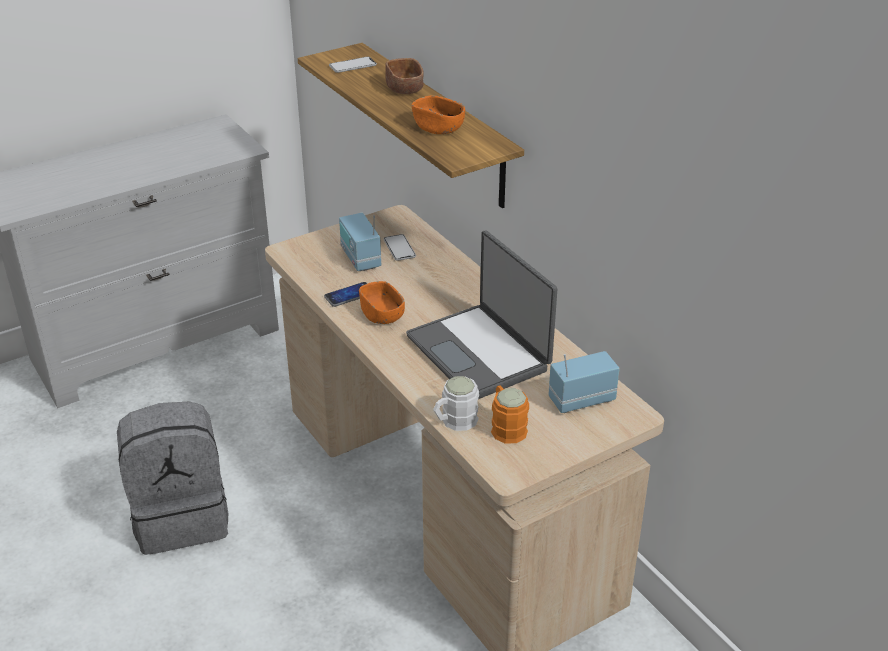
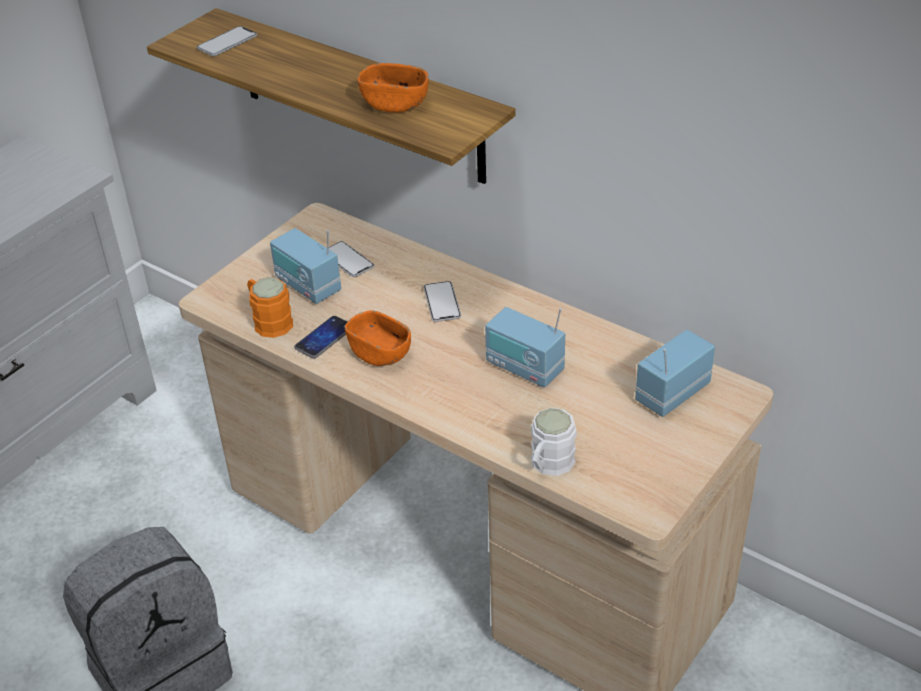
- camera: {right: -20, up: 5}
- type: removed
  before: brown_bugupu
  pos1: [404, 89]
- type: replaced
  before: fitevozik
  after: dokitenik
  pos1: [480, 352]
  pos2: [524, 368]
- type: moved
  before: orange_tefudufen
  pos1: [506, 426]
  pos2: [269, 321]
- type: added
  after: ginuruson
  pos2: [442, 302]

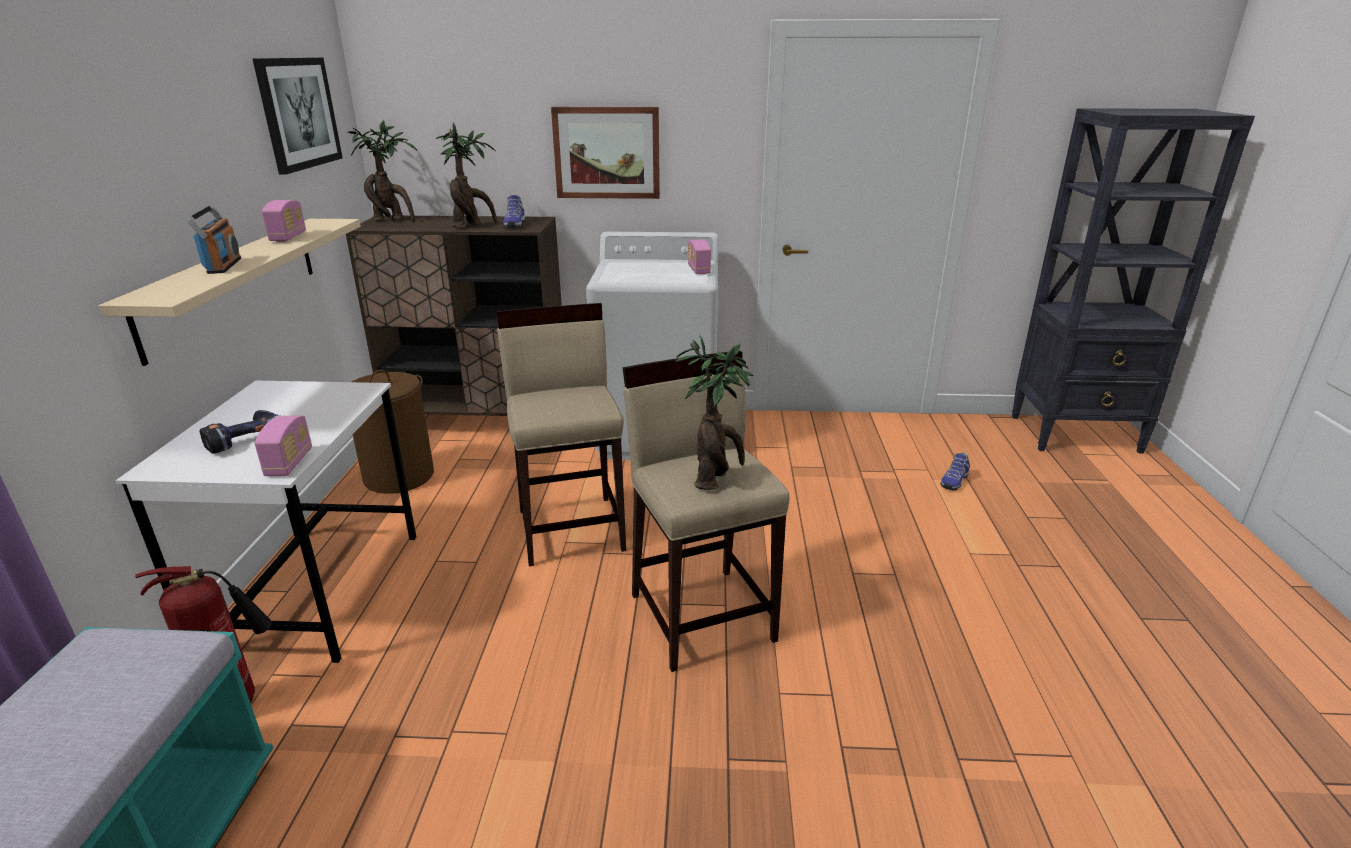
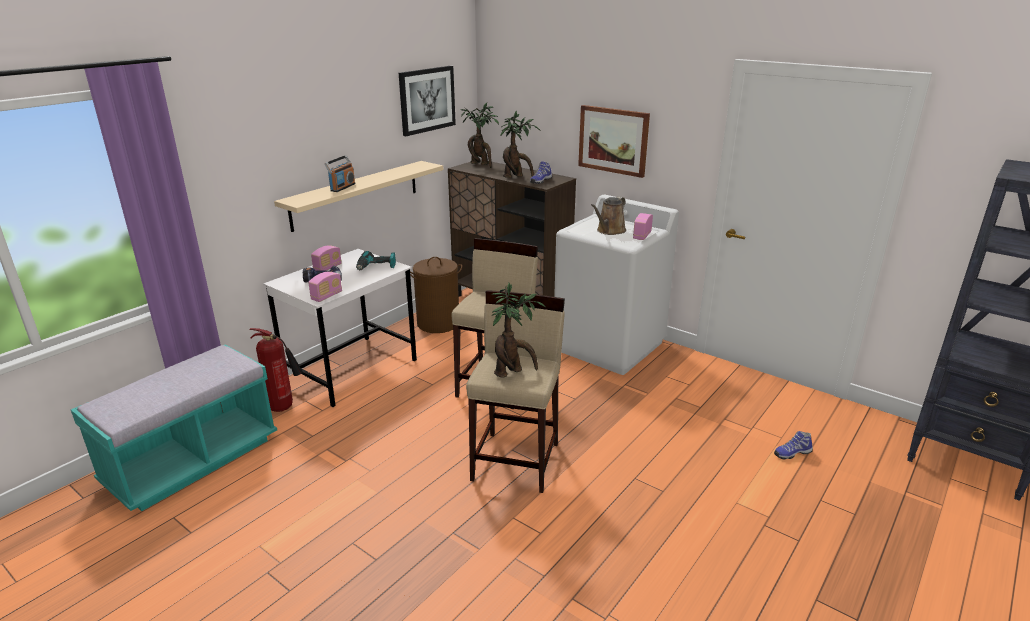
- camera: {right: 35, up: 0}
- type: moved
  before: dokitenik
  pos1: [288, 237]
  pos2: [327, 268]
- type: added
  after: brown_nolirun
  pos2: [609, 231]
- type: added
  after: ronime
  pos2: [376, 267]

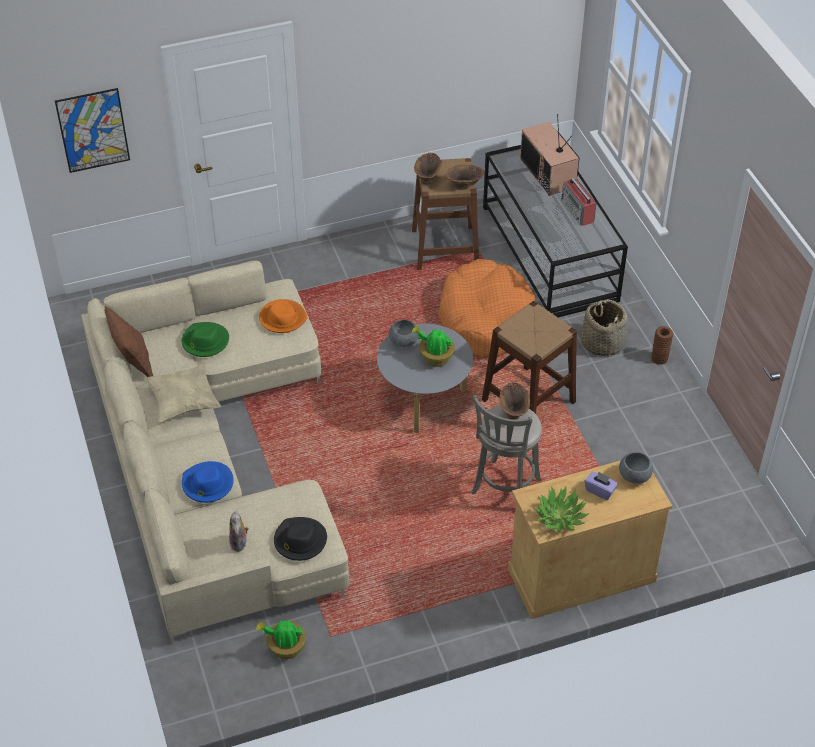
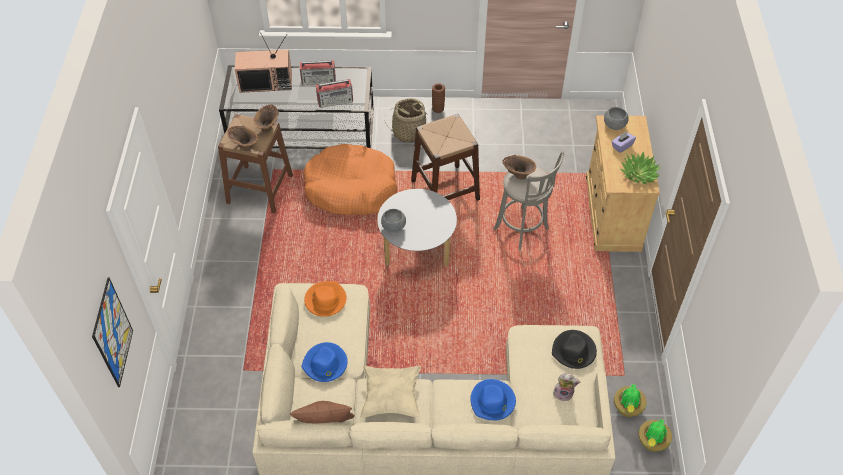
- camera: {right: -70, up: 5}
- type: recoloured
  before: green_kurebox
  after: blue_kurebox
  pos1: [205, 341]
  pos2: [325, 364]
- type: moved
  before: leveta
  pos1: [435, 358]
  pos2: [652, 443]
- type: added
  after: dokitenik
  pos2: [336, 100]

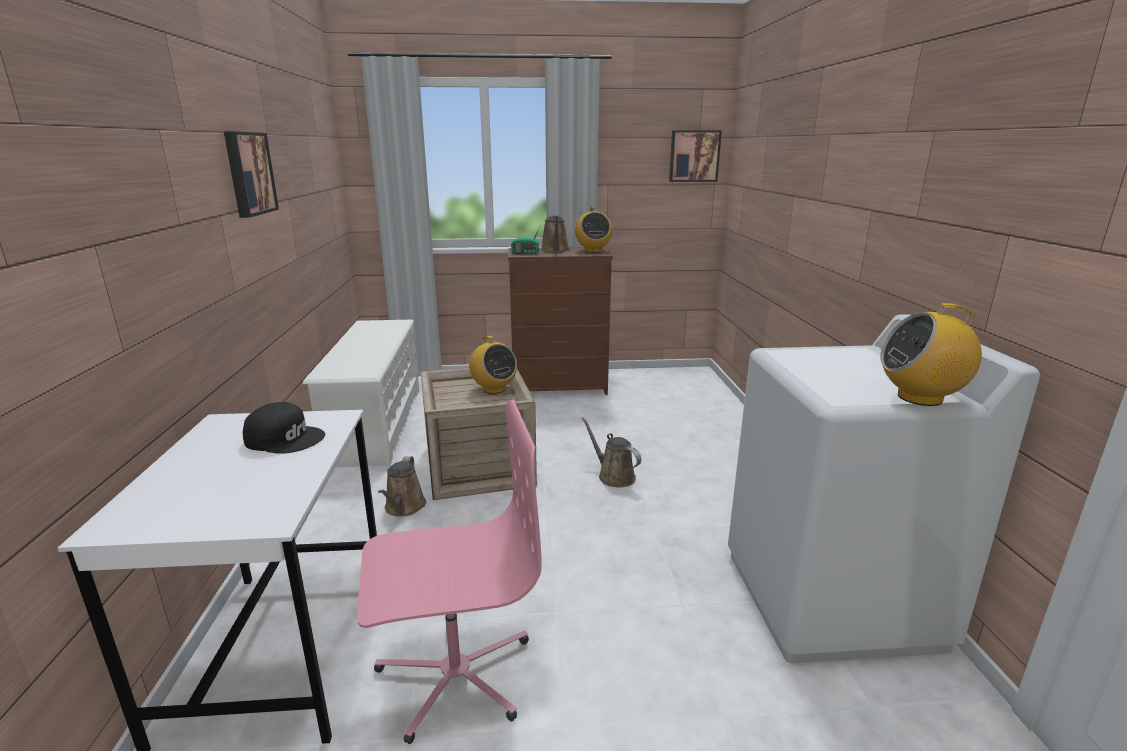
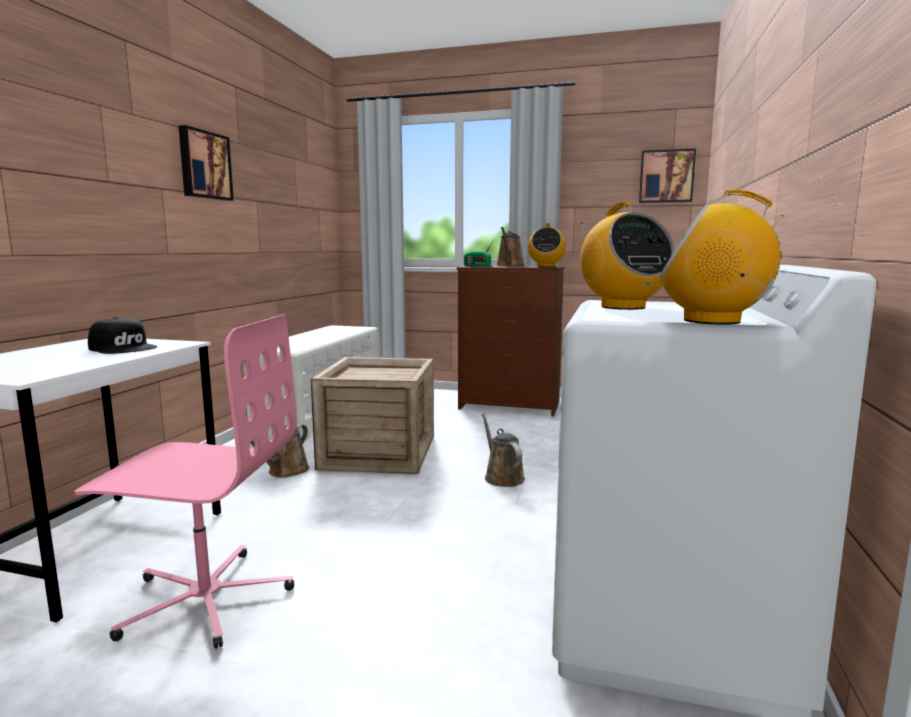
- camera: {right: 20, up: -10}
- type: moved
  before: dokitenik
  pos1: [493, 389]
  pos2: [622, 307]

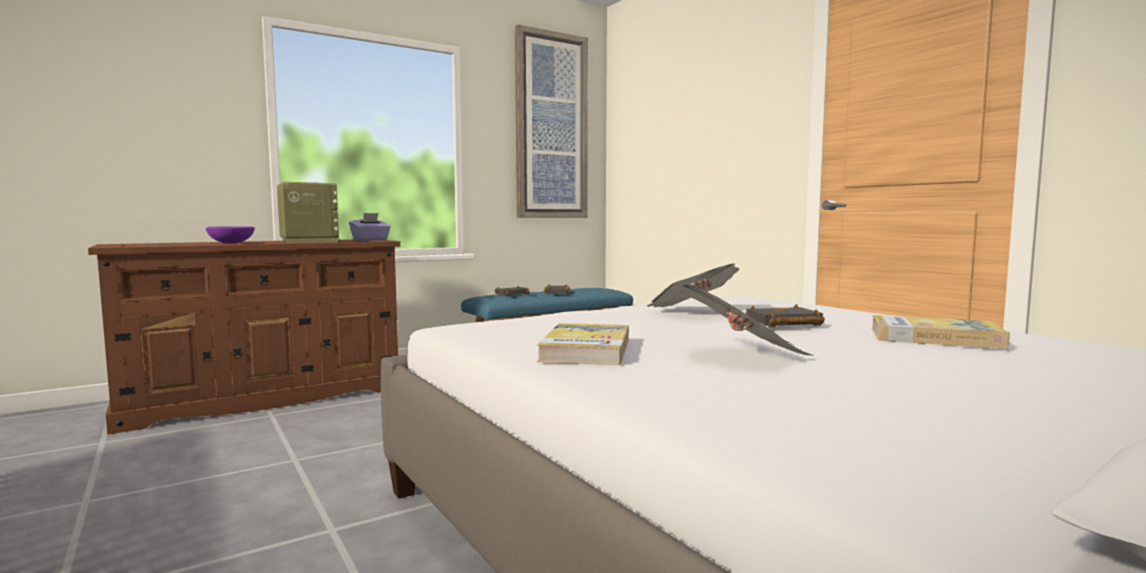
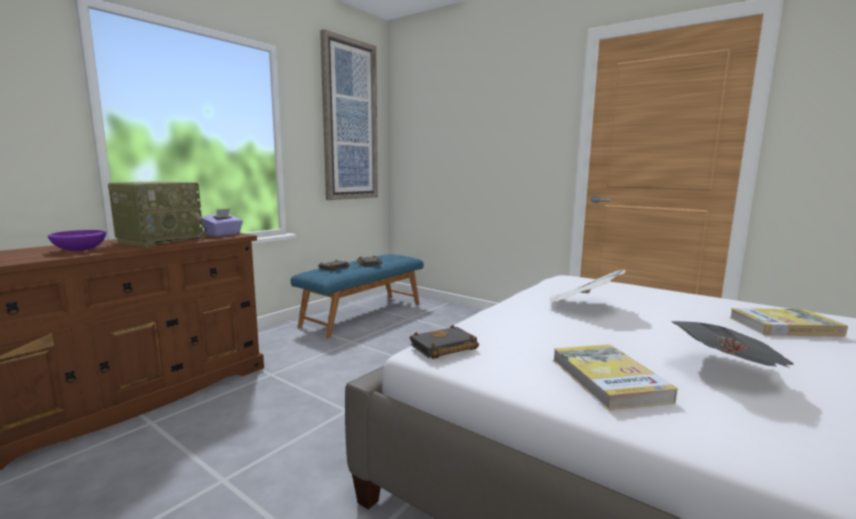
- camera: {right: -20, up: 5}
- type: turned
  before: dokitenik
  pos1: [308, 241]
  pos2: [161, 240]
  turn: 75
- type: moved
  before: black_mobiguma
  pos1: [783, 323]
  pos2: [443, 348]

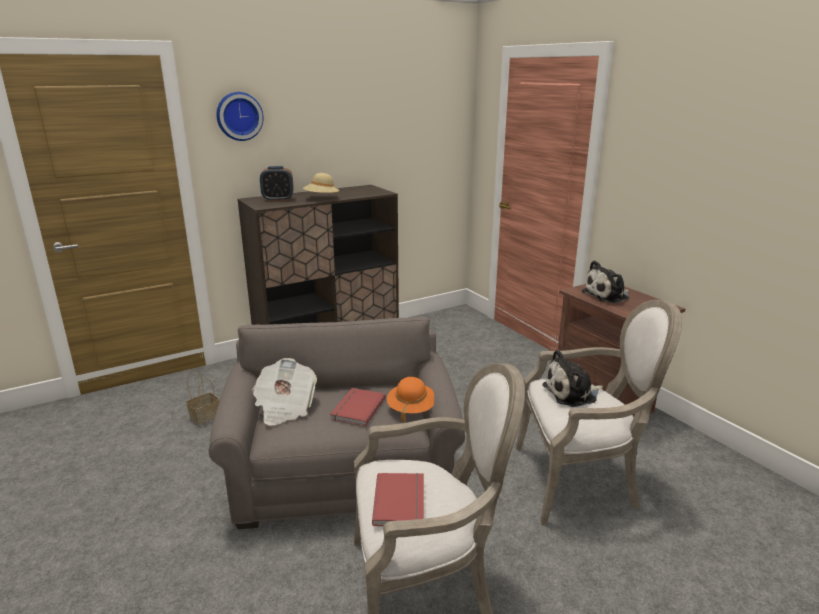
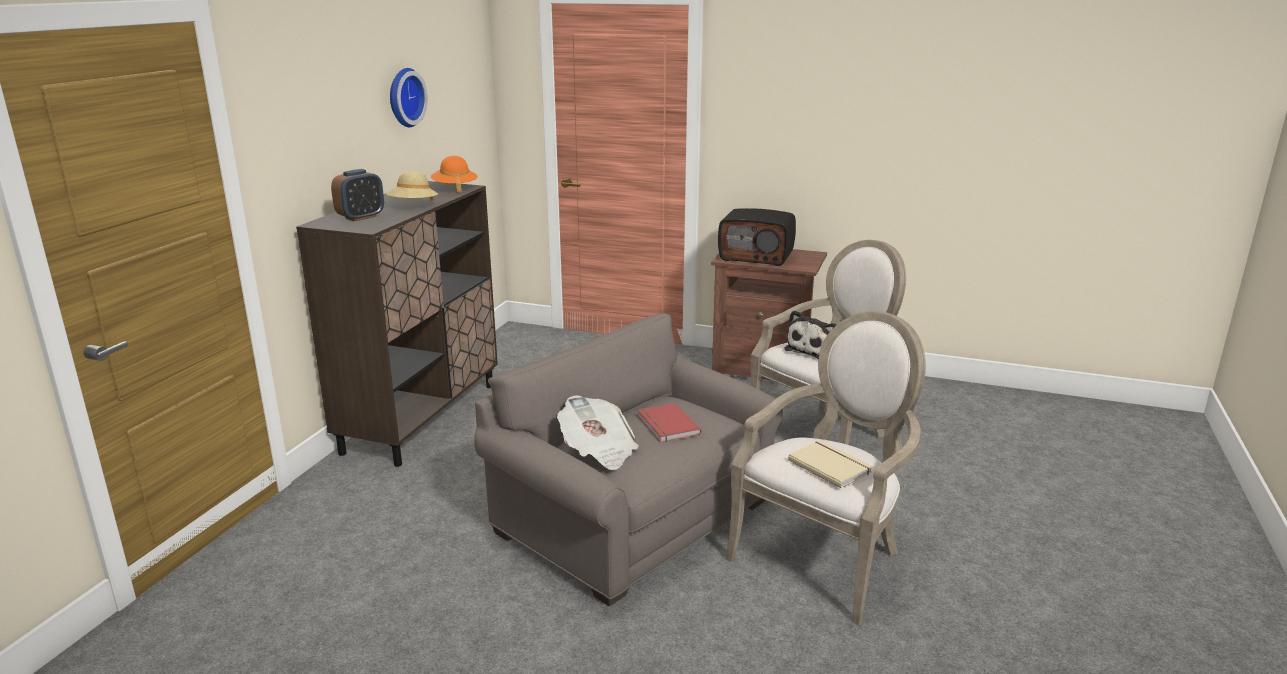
- camera: {right: -40, up: 0}
- type: moved
  before: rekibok
  pos1: [239, 116]
  pos2: [403, 97]
- type: replaced
  before: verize
  after: dokitenik
  pos1: [607, 295]
  pos2: [757, 256]
- type: removed
  before: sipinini
  pos1: [205, 416]
- type: moved
  before: orange_kurebox
  pos1: [411, 409]
  pos2: [455, 188]
- type: recoloured
  before: red_mobiguma
  after: beige_mobiguma
  pos1: [401, 501]
  pos2: [830, 465]

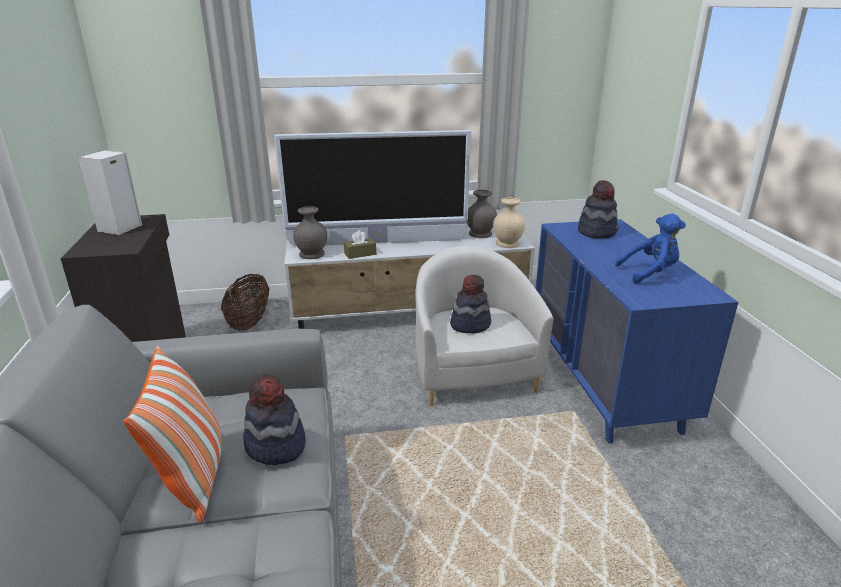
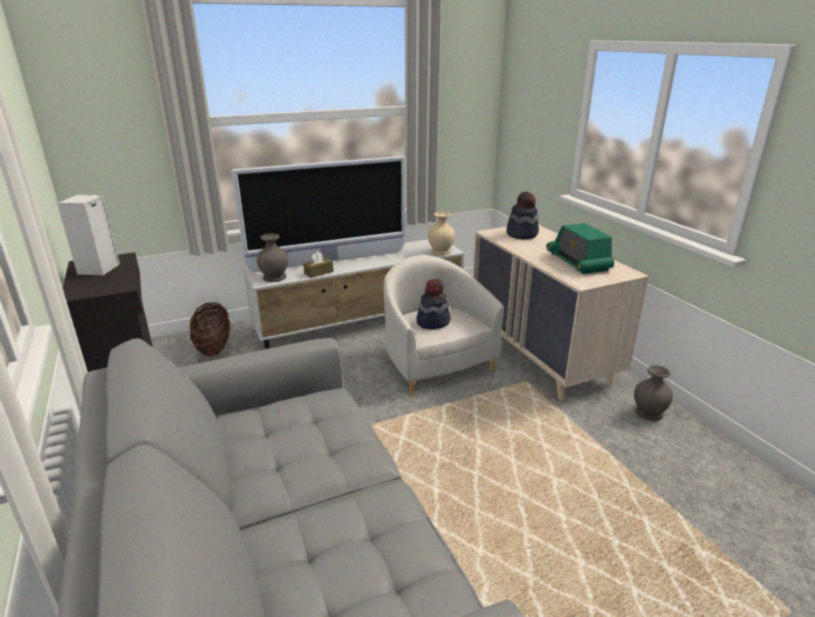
- camera: {right: -15, up: 0}
- type: moved
  before: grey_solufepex
  pos1: [481, 234]
  pos2: [649, 413]
- type: replaced
  before: blue_verize
  after: dokitenik
  pos1: [650, 273]
  pos2: [578, 262]
- type: recoloured
  before: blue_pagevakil
  after: beige_pagevakil
  pos1: [604, 382]
  pos2: [541, 356]
- type: removed
  before: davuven
  pos1: [193, 476]
- type: removed
  before: kurebox
  pos1: [275, 446]

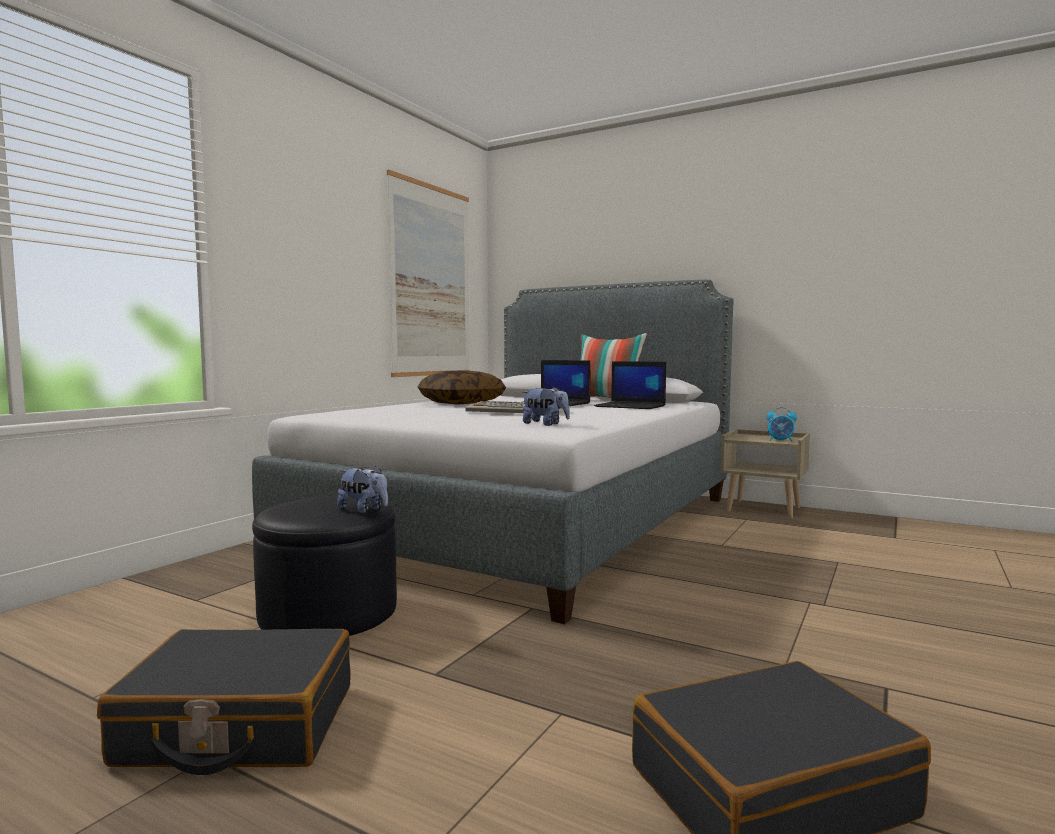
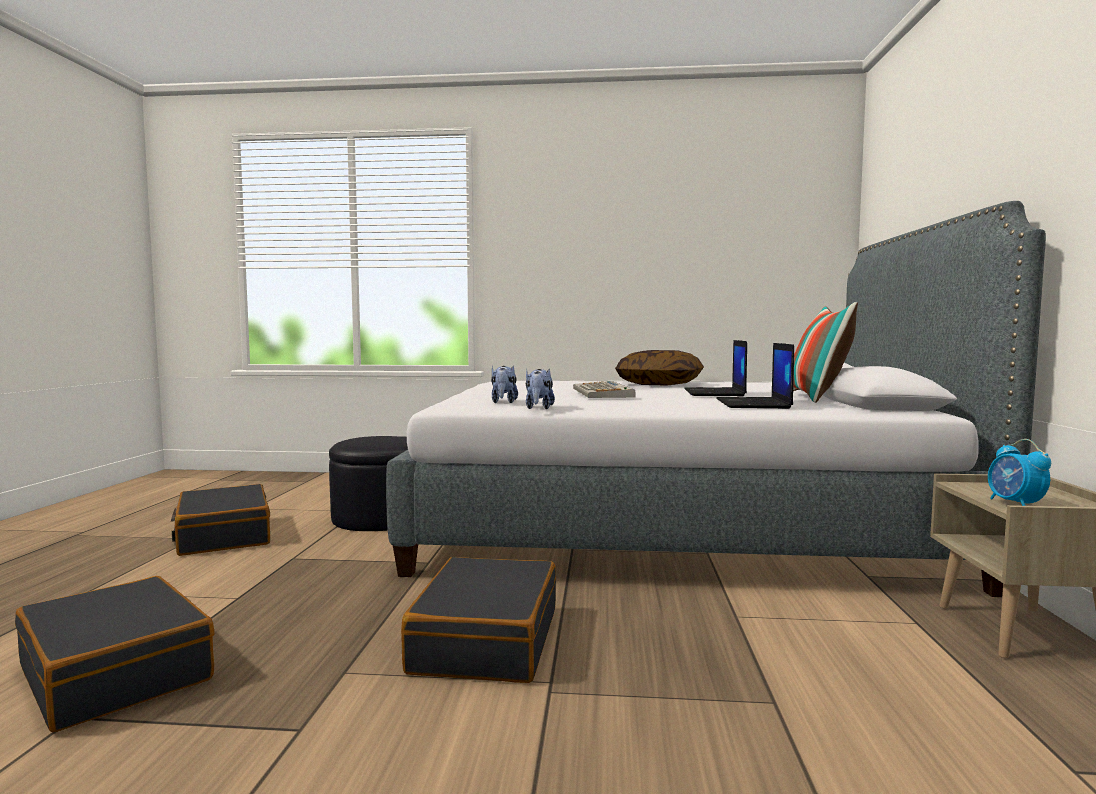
- camera: {right: 65, up: 0}
- type: removed
  before: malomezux
  pos1: [431, 281]
- type: moved
  before: verize
  pos1: [364, 510]
  pos2: [538, 408]
- type: added
  after: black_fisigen
  pos2: [485, 640]

